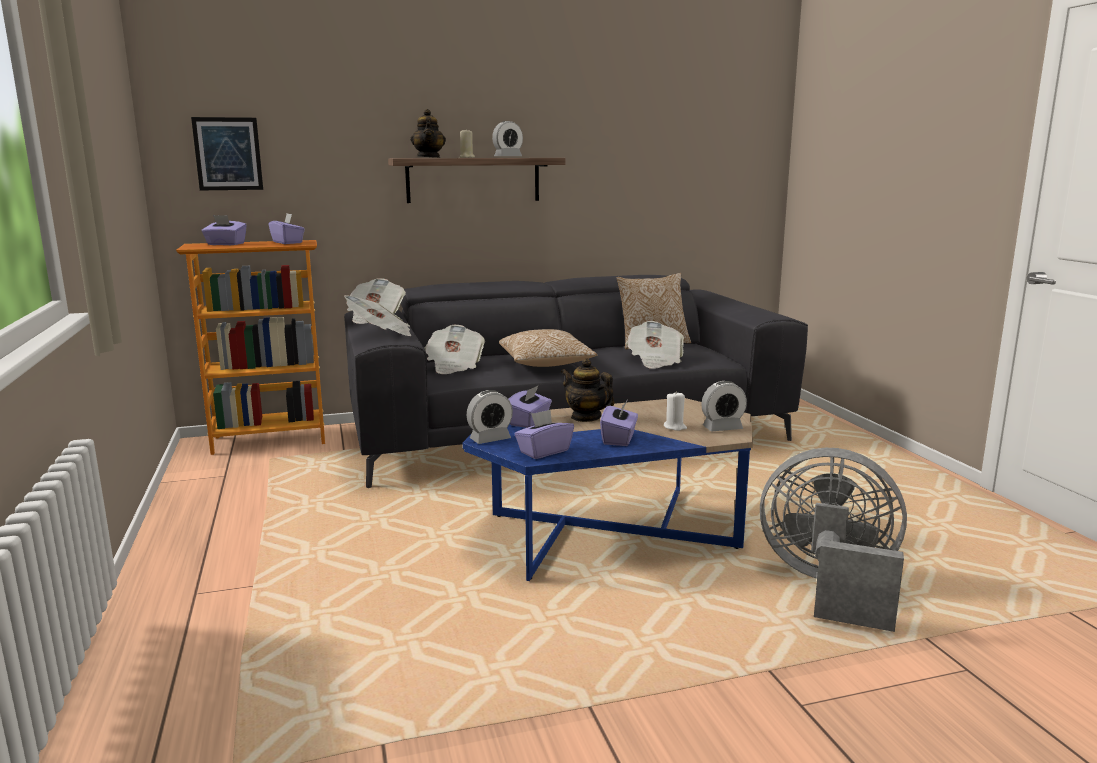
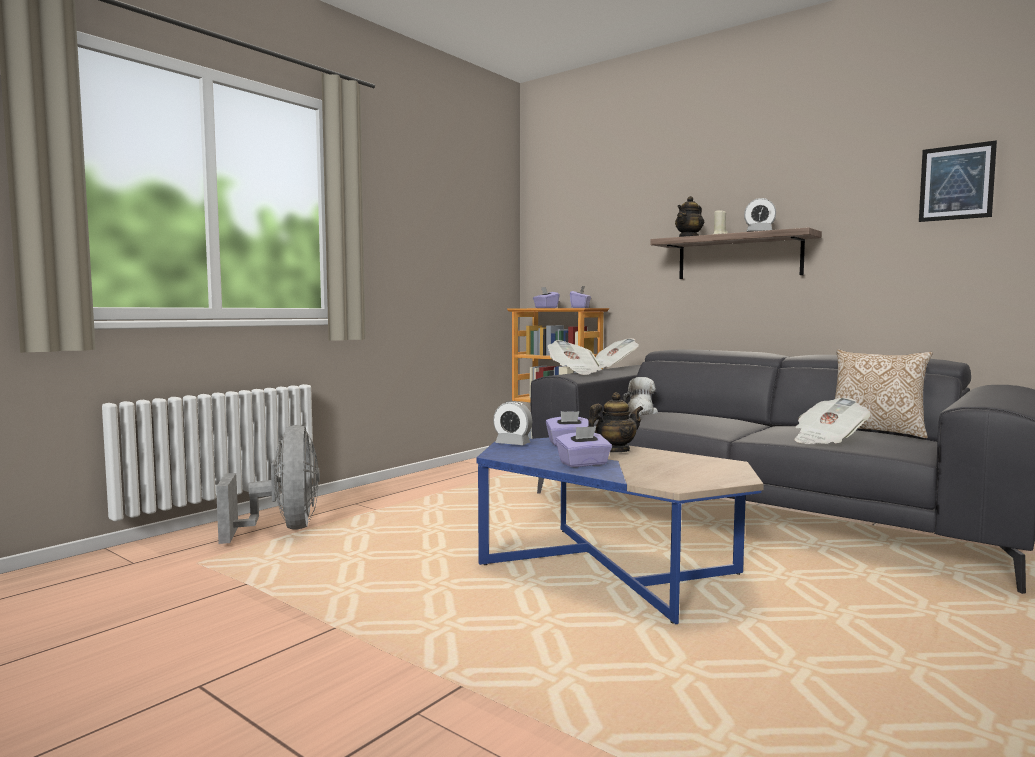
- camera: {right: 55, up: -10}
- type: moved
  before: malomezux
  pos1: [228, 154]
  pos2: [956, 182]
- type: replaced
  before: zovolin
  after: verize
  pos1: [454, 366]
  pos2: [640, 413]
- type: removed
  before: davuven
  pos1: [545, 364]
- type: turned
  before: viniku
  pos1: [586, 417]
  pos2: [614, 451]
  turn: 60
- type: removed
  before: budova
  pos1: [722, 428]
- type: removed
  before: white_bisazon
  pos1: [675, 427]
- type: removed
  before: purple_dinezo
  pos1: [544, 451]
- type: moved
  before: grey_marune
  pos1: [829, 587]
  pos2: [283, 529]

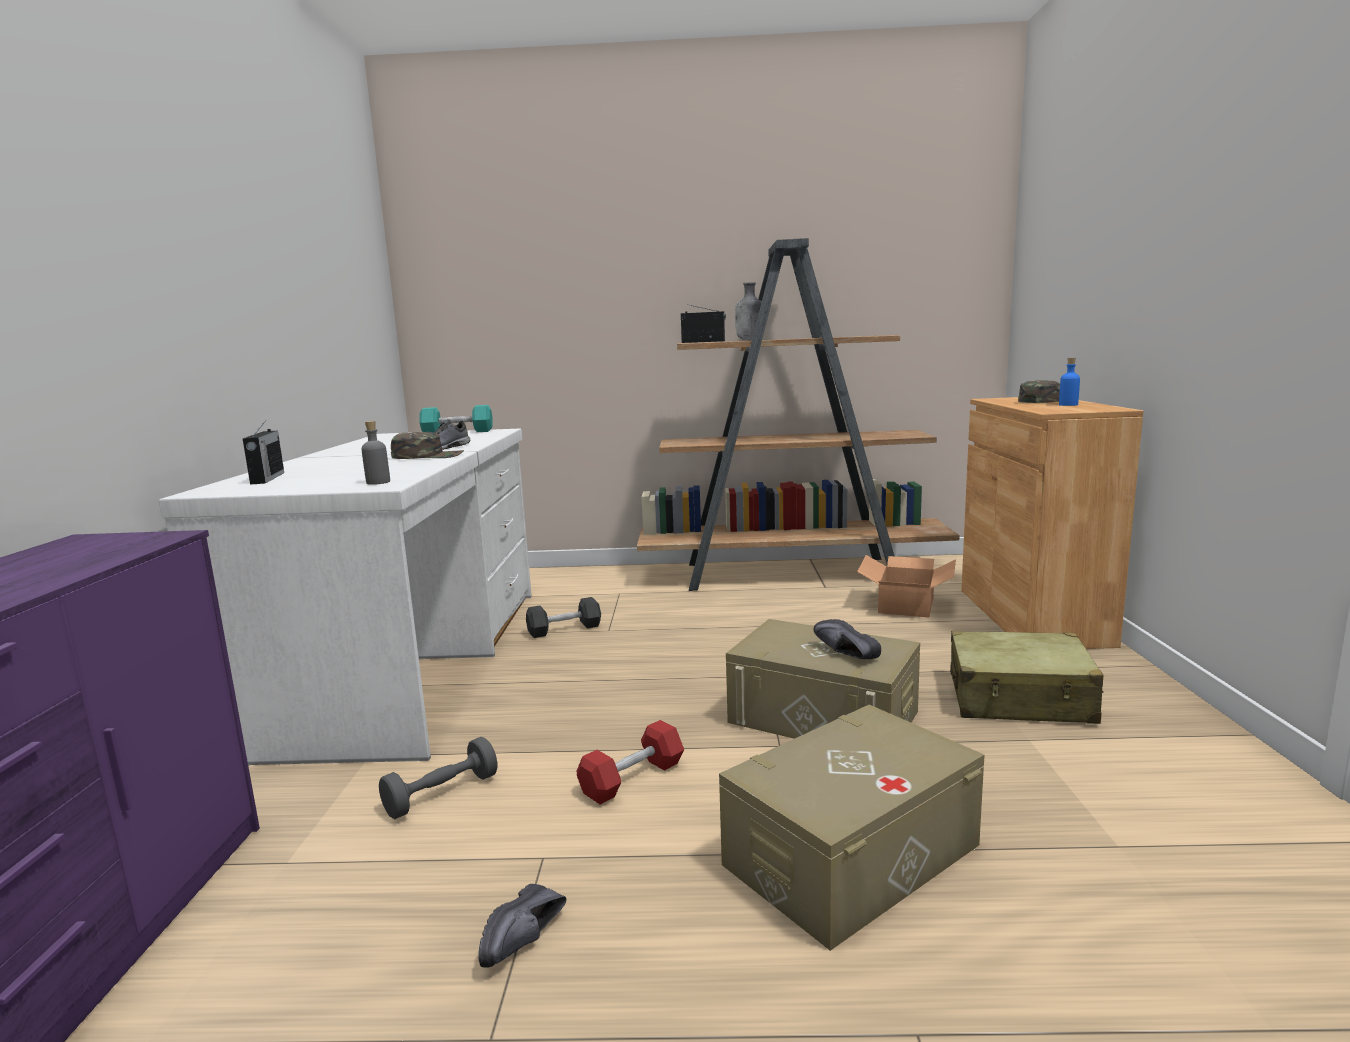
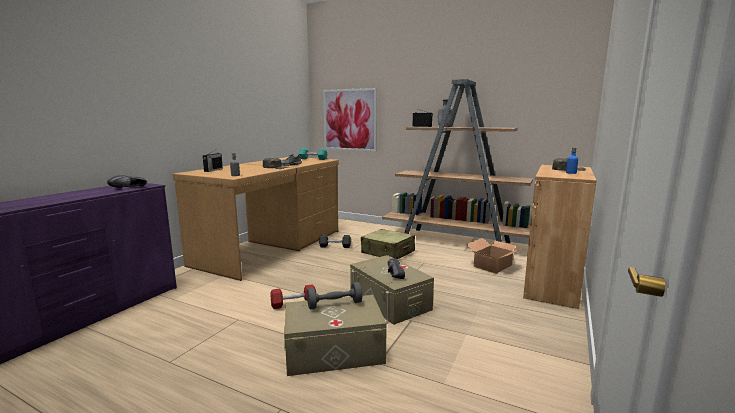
- camera: {right: 25, up: 0}
- type: recoloured
  before: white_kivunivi
  after: brown_kivunivi
  pos1: [413, 661]
  pos2: [272, 247]
- type: moved
  before: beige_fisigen
  pos1: [1020, 699]
  pos2: [388, 252]
- type: moved
  before: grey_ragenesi
  pos1: [442, 794]
  pos2: [334, 304]
- type: moved
  before: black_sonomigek
  pos1: [527, 941]
  pos2: [130, 188]
- type: added
  after: malomezux
  pos2: [349, 120]

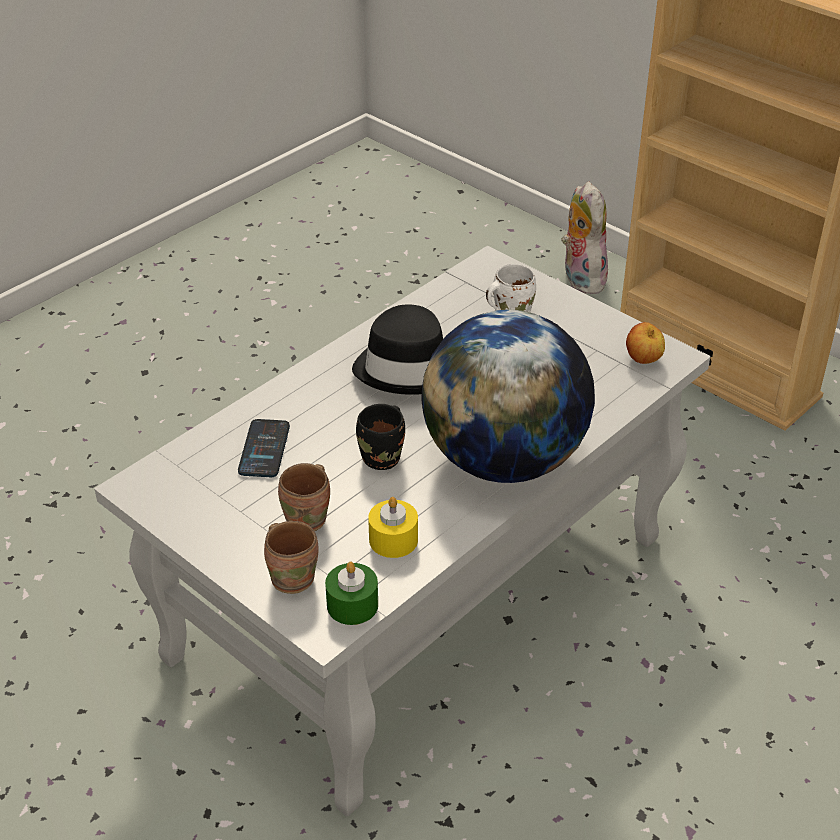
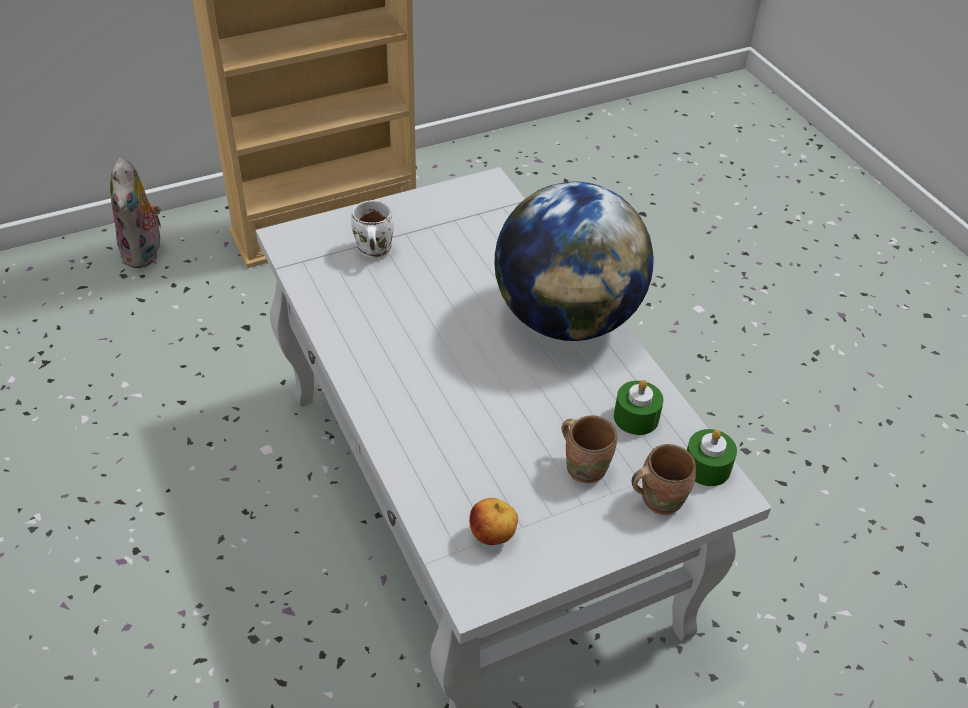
- camera: {right: -70, up: 5}
- type: turned
  before: verize
  pos1: [580, 278]
  pos2: [145, 253]
  turn: -105
- type: removed
  before: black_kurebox
  pos1: [408, 368]
- type: moved
  before: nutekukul
  pos1: [643, 360]
  pos2: [493, 536]
- type: removed
  before: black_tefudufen
  pos1: [384, 458]
- type: removed
  before: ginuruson
  pos1: [264, 449]
- type: recoloured
  before: yellow_bisazon
  after: green_bisazon
  pos1: [393, 540]
  pos2: [636, 417]

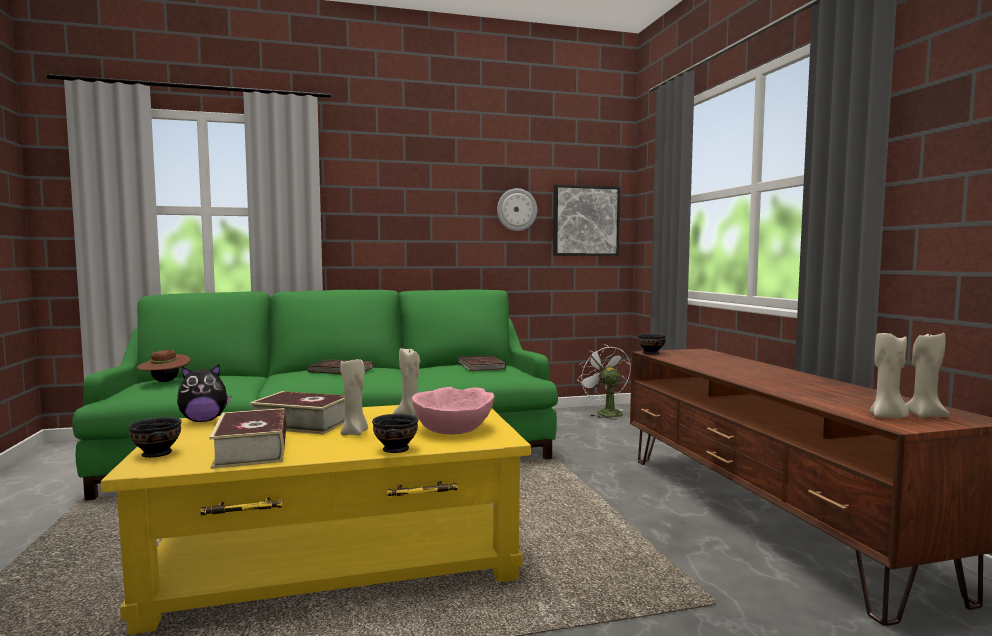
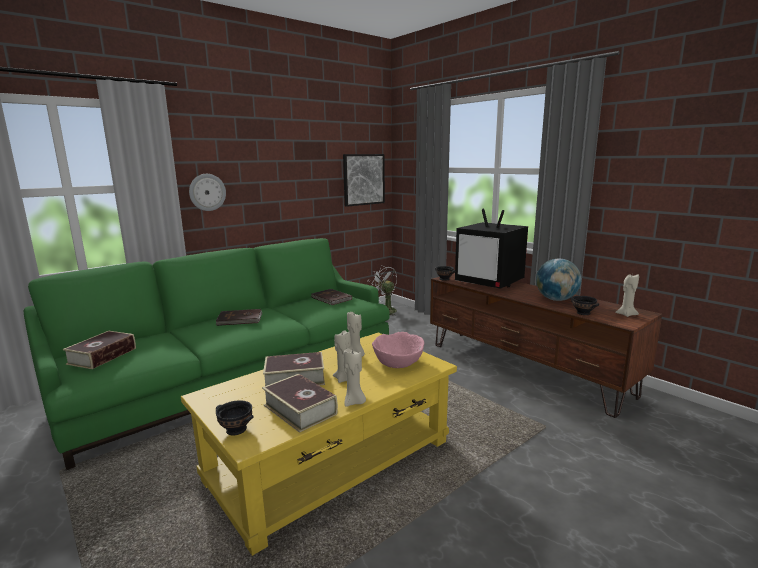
- camera: {right: -25, up: 10}
- type: moved
  before: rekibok
  pos1: [516, 209]
  pos2: [207, 192]
- type: moved
  before: beige_bisazon
  pos1: [887, 417]
  pos2: [354, 402]
- type: replaced
  before: brown_kurebox
  after: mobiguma
  pos1: [164, 381]
  pos2: [102, 356]
- type: removed
  before: verize
  pos1: [204, 420]
- type: moved
  before: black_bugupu
  pos1: [395, 449]
  pos2: [583, 313]
- type: added
  after: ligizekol
  pos2: [490, 283]
- type: added
  after: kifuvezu
  pos2: [556, 299]

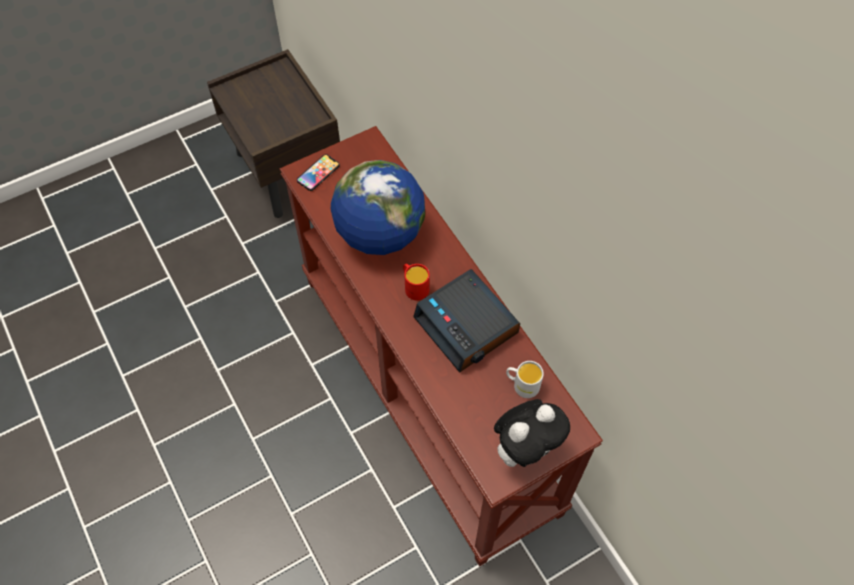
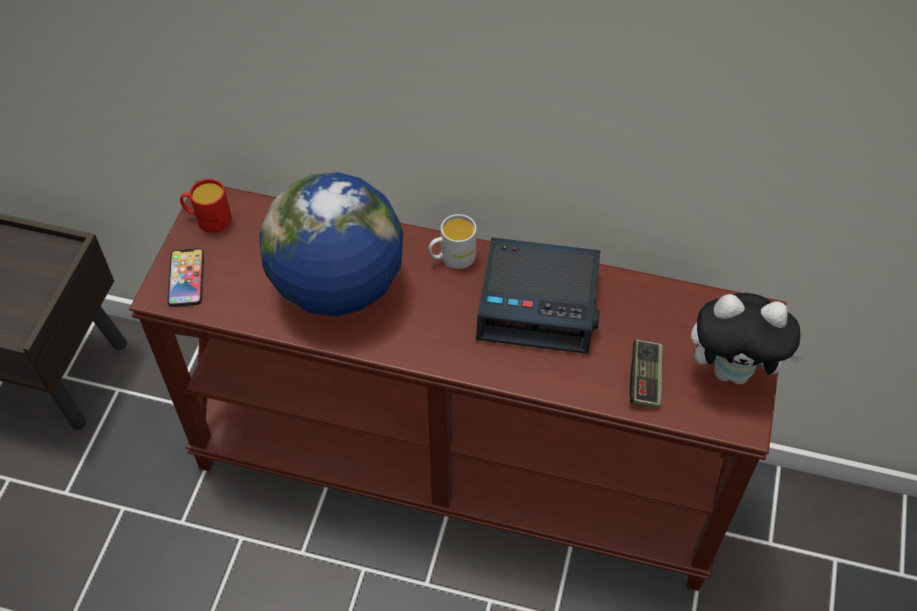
- camera: {right: -45, up: -5}
- type: moved
  before: red_tefudufen
  pos1: [414, 287]
  pos2: [208, 219]
- type: moved
  before: white_tefudufen
  pos1: [522, 385]
  pos2: [452, 258]
- type: turned
  before: verize
  pos1: [525, 449]
  pos2: [733, 370]
  turn: 90
- type: added
  after: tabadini
  pos2: [645, 380]

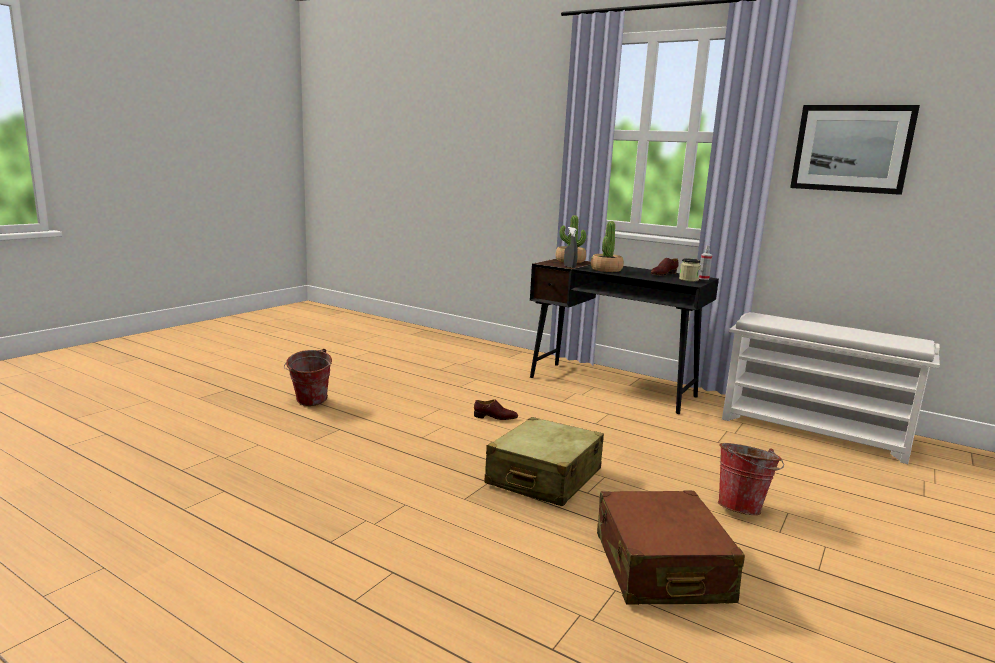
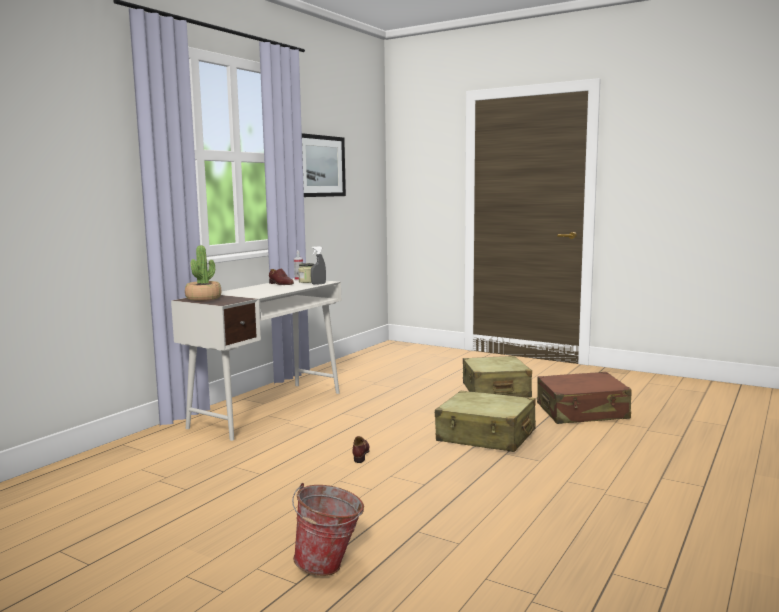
- camera: {right: -90, up: -5}
- type: removed
  before: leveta
  pos1: [606, 269]
- type: moved
  before: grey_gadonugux
  pos1: [569, 267]
  pos2: [318, 284]
- type: recoloured
  before: black_kivunivi
  after: white_kivunivi
  pos1: [612, 387]
  pos2: [269, 409]
- type: removed
  before: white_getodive
  pos1: [815, 431]
- type: replaced
  before: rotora
  after: beige_fisigen
  pos1: [742, 507]
  pos2: [495, 391]

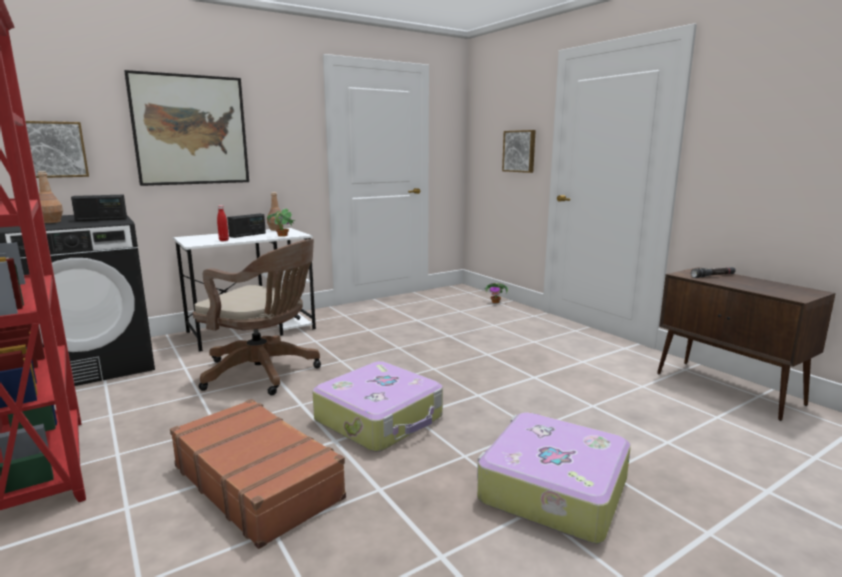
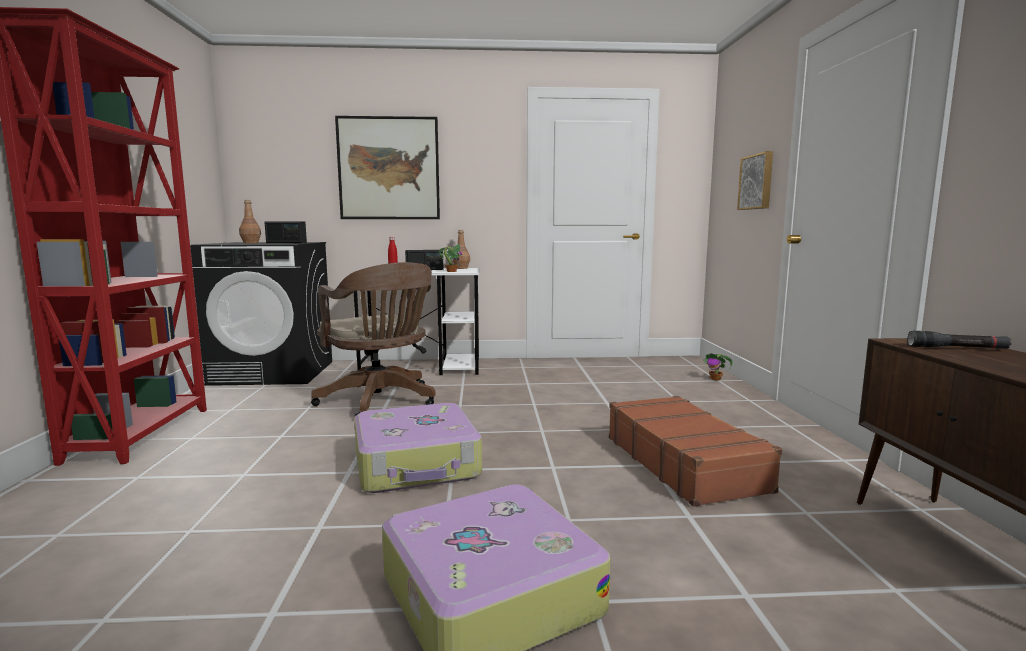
- camera: {right: 30, up: -5}
- type: removed
  before: malomezux
  pos1: [53, 149]
- type: moved
  before: brown_fisigen
  pos1: [257, 481]
  pos2: [684, 463]

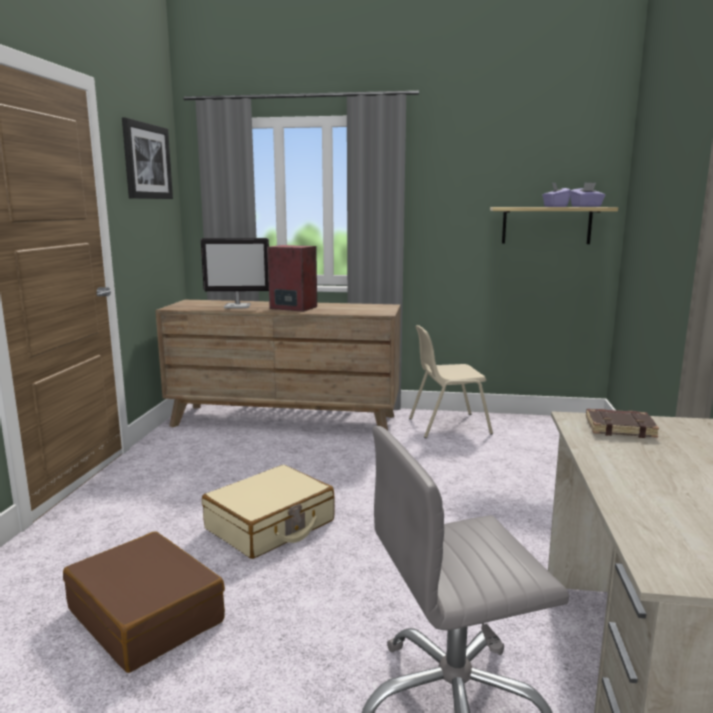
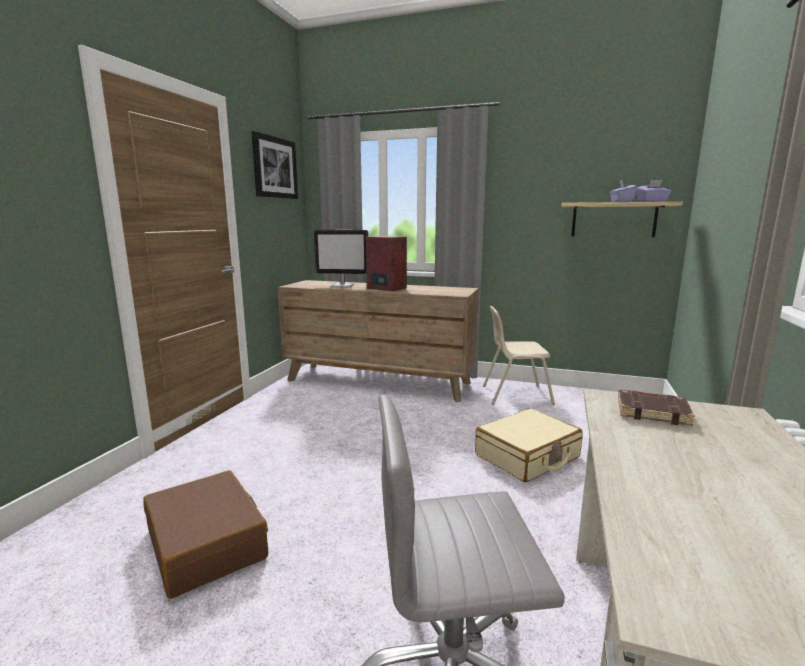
- camera: {right: 10, up: 0}
- type: moved
  before: beige_fisigen
  pos1: [270, 525]
  pos2: [527, 456]

